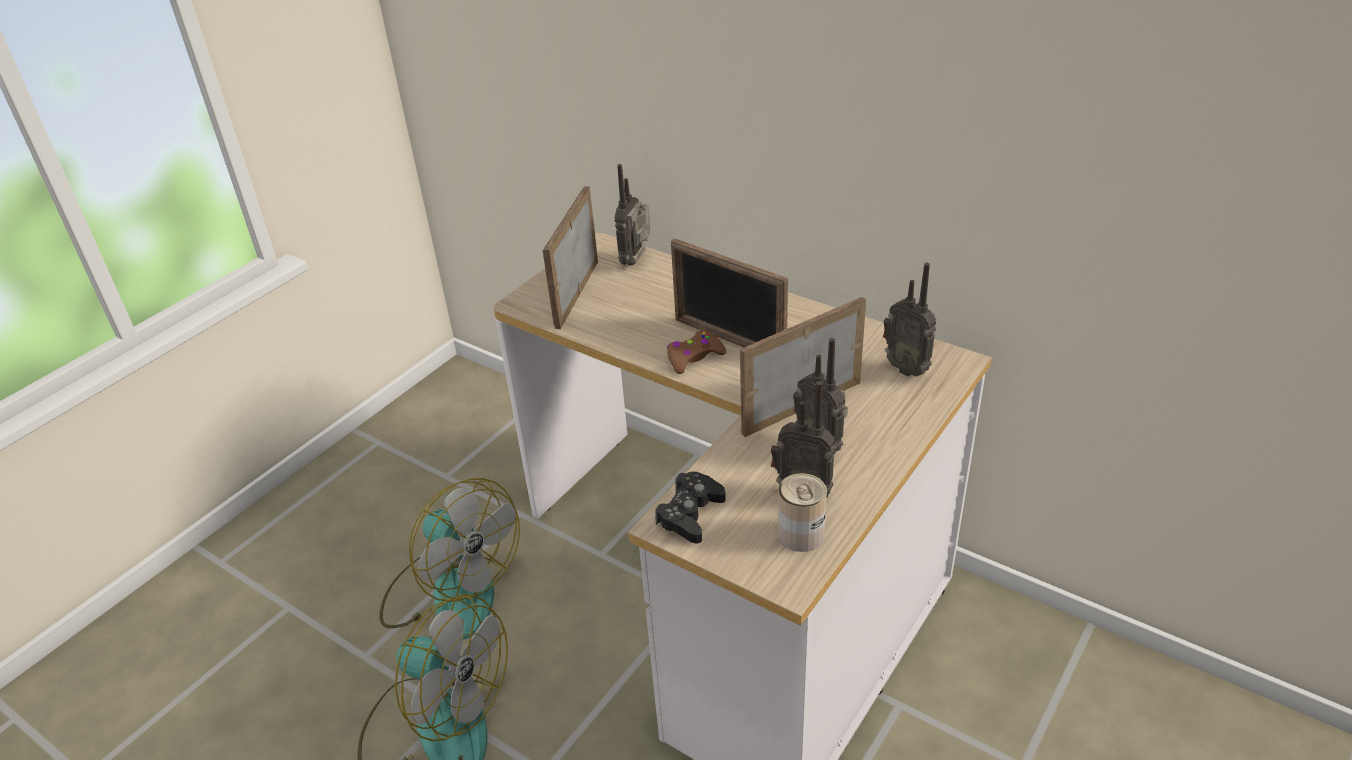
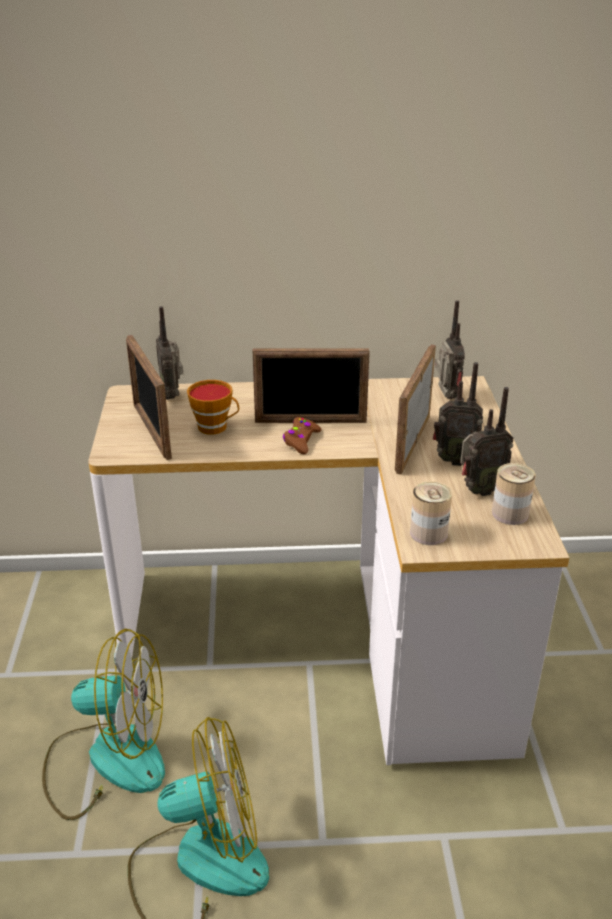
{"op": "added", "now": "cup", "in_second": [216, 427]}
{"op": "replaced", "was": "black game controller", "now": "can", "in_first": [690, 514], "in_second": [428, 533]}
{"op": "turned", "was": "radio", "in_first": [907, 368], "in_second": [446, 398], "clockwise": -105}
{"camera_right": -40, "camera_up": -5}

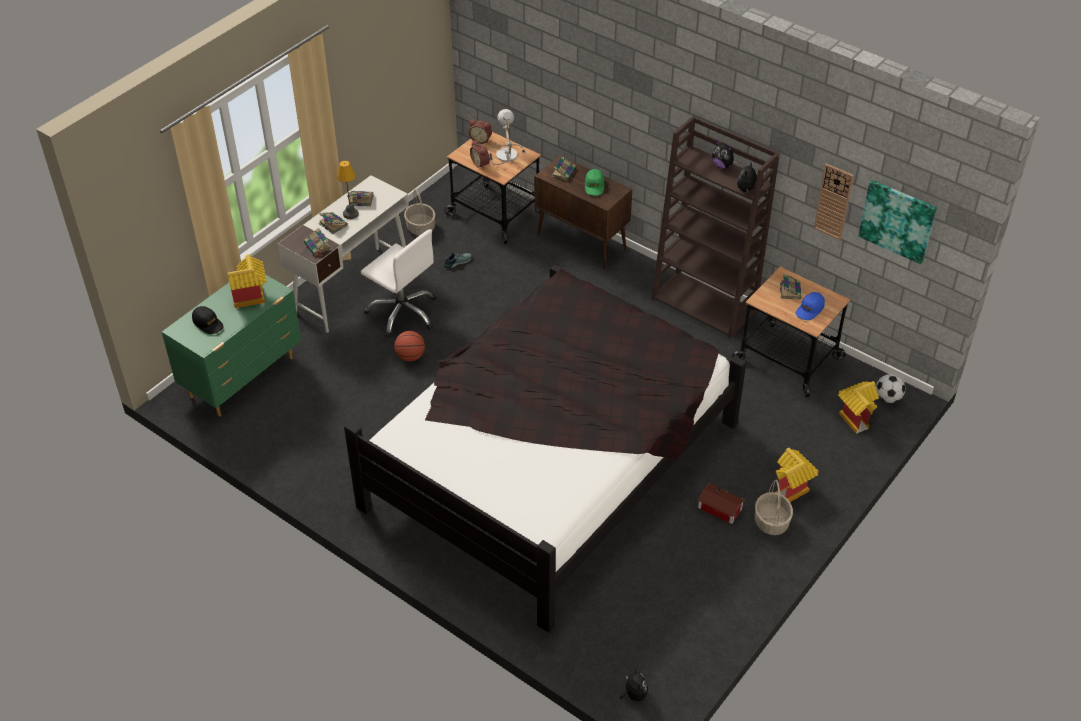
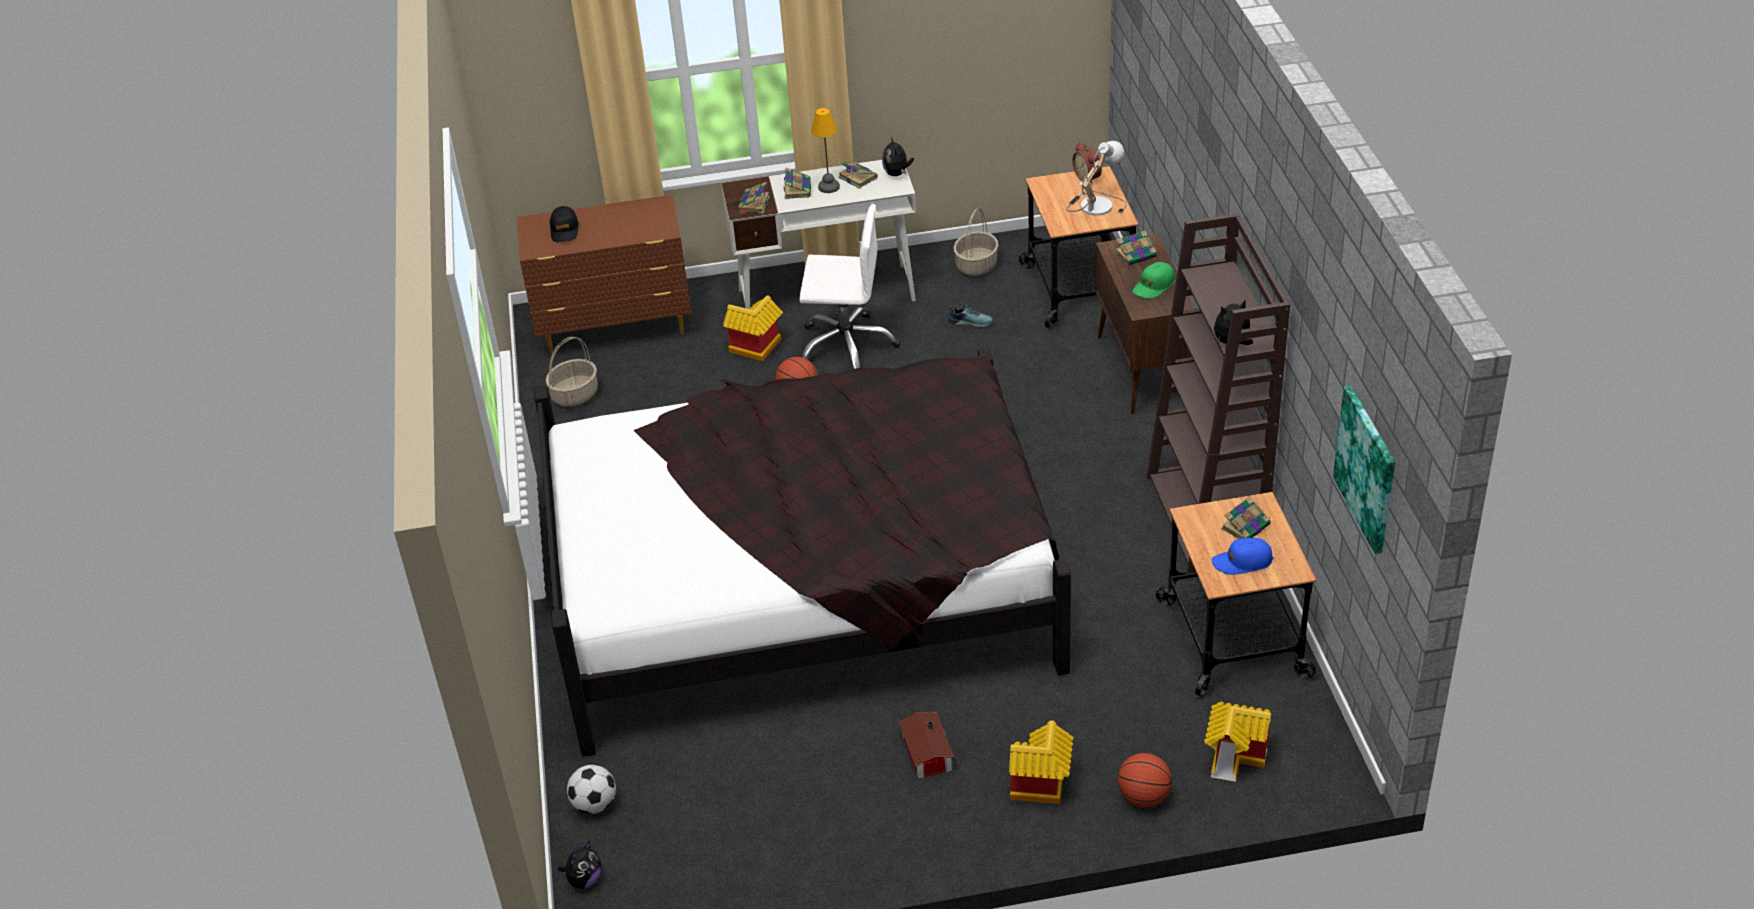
{"op": "recoloured", "was": "green dresser", "now": "brown dresser", "in_first": [243, 377], "in_second": [616, 328]}
{"op": "moved", "was": "basket", "in_first": [771, 521], "in_second": [575, 395]}
{"op": "moved", "was": "football", "in_first": [888, 398], "in_second": [594, 804]}
{"op": "moved", "was": "toy house", "in_first": [251, 298], "in_second": [755, 349]}
{"op": "turned", "was": "white office chair", "in_first": [403, 312], "in_second": [847, 345], "clockwise": -75}
{"op": "moved", "was": "plush toy", "in_first": [722, 165], "in_second": [897, 174]}
{"op": "added", "now": "basketball", "in_second": [1144, 797]}
{"op": "removed", "was": "alarm clock", "in_first": [481, 163]}
{"op": "removed", "was": "wall clock", "in_first": [833, 201]}
{"camera_right": 45, "camera_up": -5}

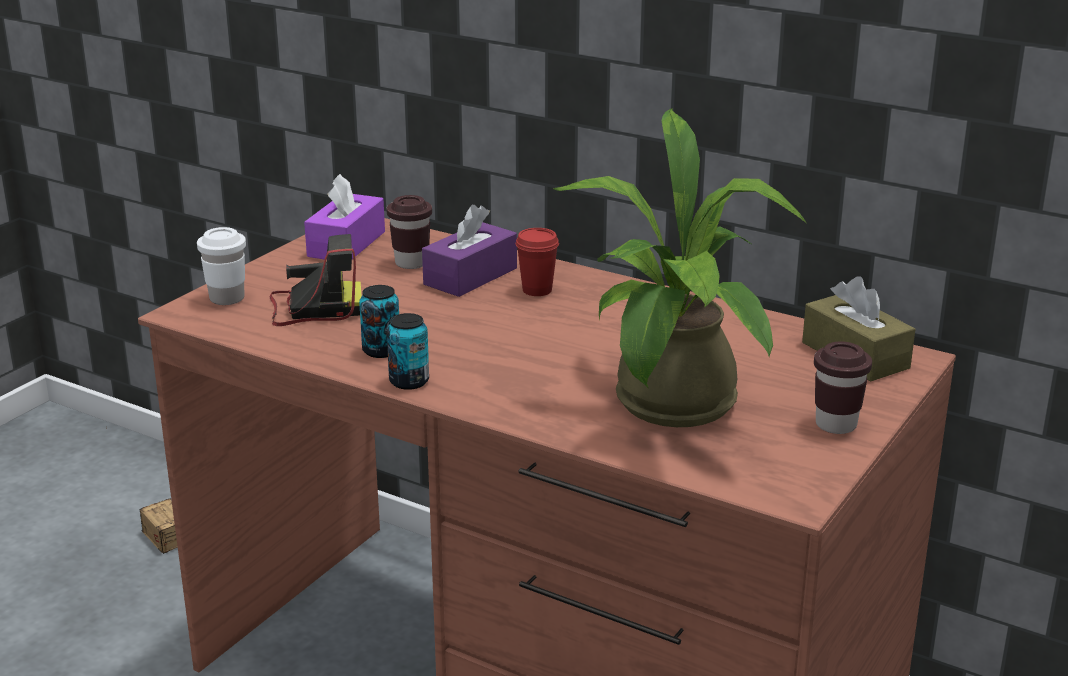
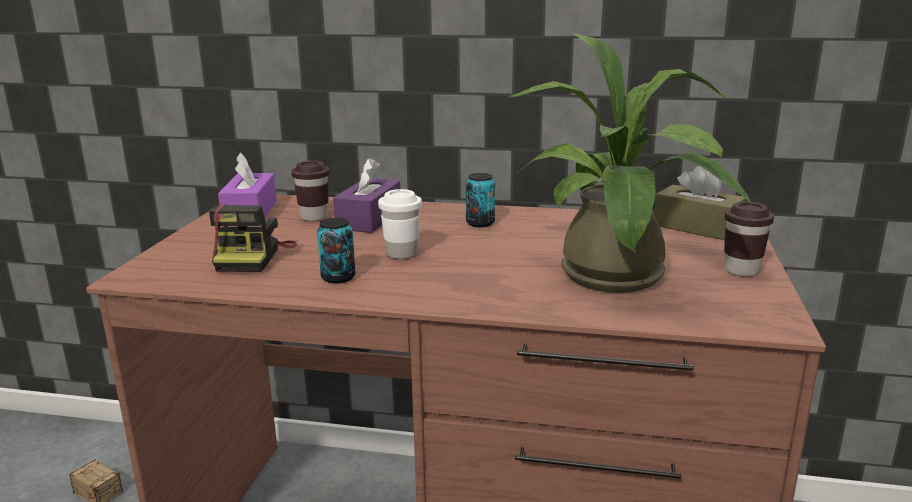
{"op": "turned", "was": "photo camera", "in_first": [313, 308], "in_second": [253, 257], "clockwise": 120}
{"op": "moved", "was": "white cup", "in_first": [227, 298], "in_second": [402, 254]}
{"op": "moved", "was": "can", "in_first": [409, 381], "in_second": [480, 223]}
{"op": "removed", "was": "red cup", "in_first": [537, 290]}
{"camera_right": -20, "camera_up": -5}

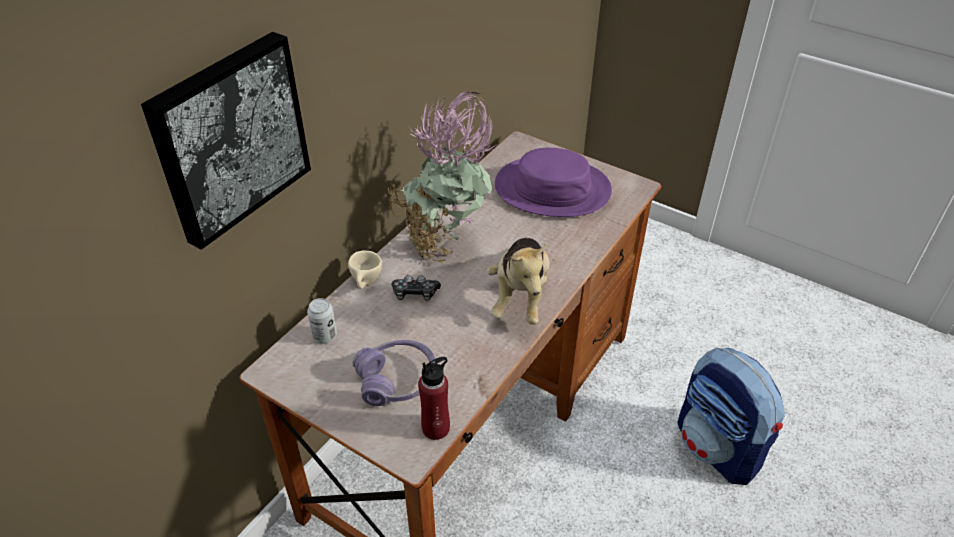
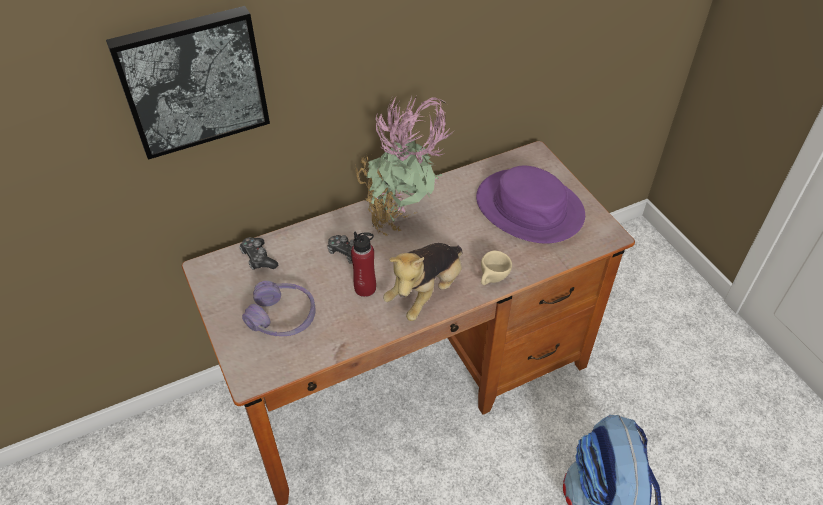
{"op": "replaced", "was": "can", "now": "game controller", "in_first": [325, 336], "in_second": [258, 258]}
{"op": "moved", "was": "red bottle", "in_first": [436, 428], "in_second": [365, 288]}
{"op": "moved", "was": "beige cup", "in_first": [366, 283], "in_second": [492, 280]}
{"camera_right": 30, "camera_up": 5}

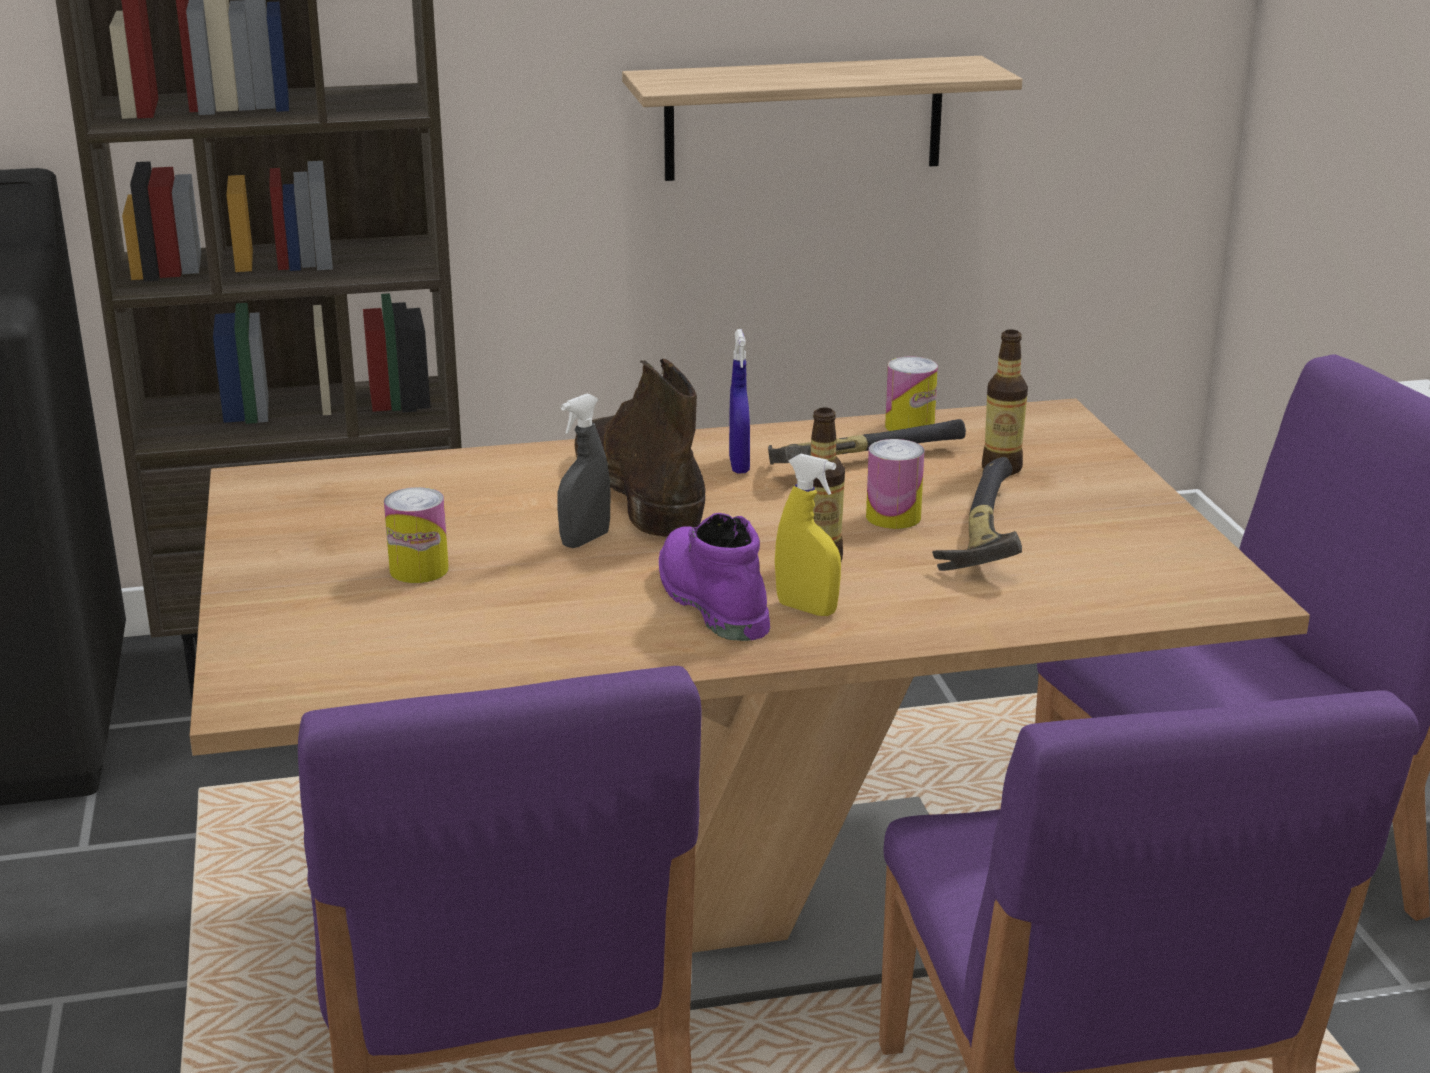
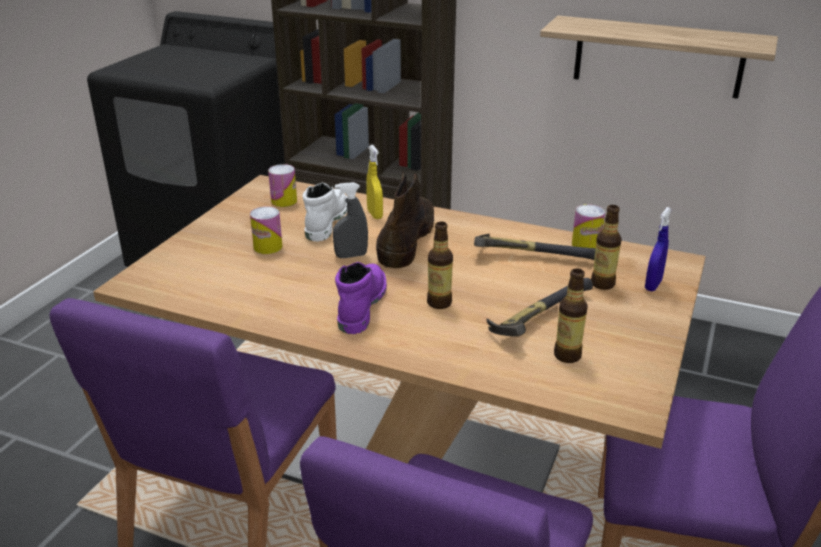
{"op": "moved", "was": "can", "in_first": [893, 517], "in_second": [284, 201]}
{"op": "added", "now": "white boot", "in_second": [325, 222]}
{"op": "moved", "was": "yellow spray bottle", "in_first": [806, 609], "in_second": [375, 214]}
{"op": "added", "now": "bottle", "in_second": [567, 355]}
{"op": "moved", "was": "blue spray bottle", "in_first": [739, 465], "in_second": [653, 285]}
{"camera_right": 35, "camera_up": 5}

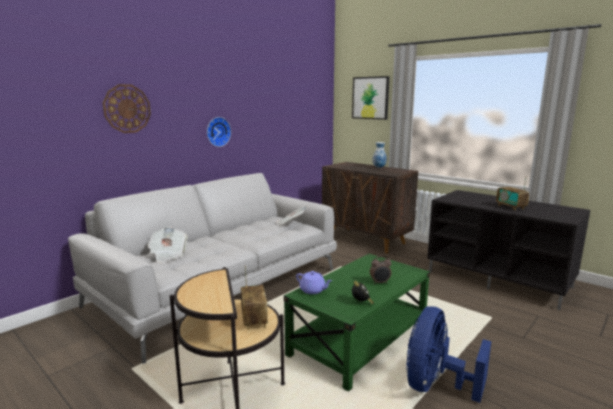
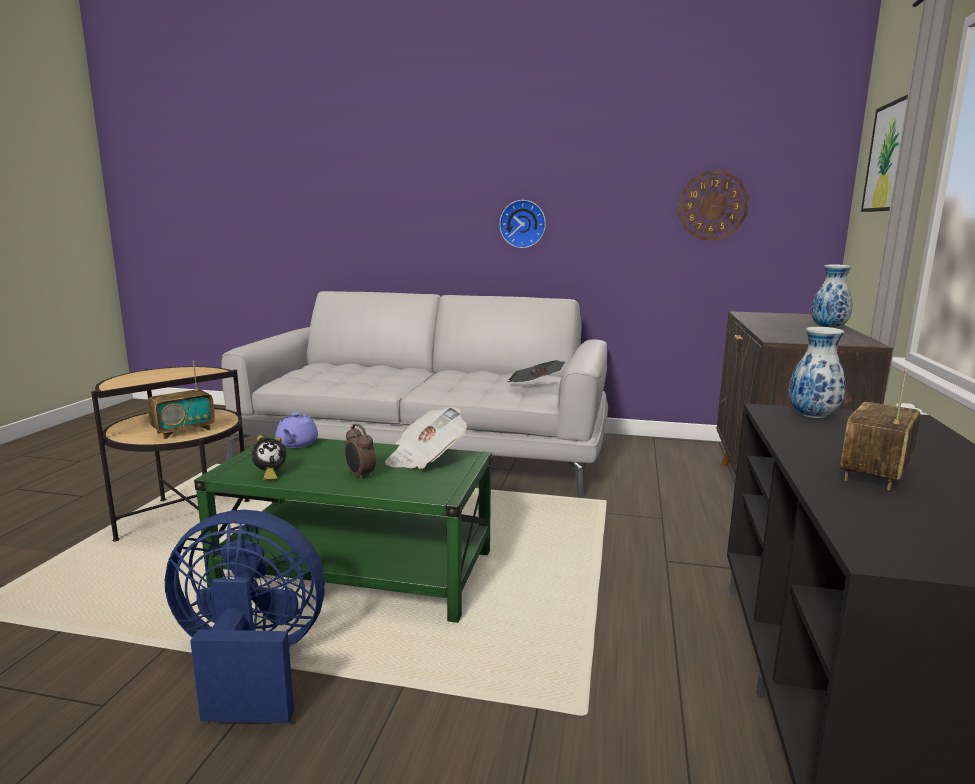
{"op": "moved", "was": "newspaper", "in_first": [168, 254], "in_second": [425, 459]}
{"op": "moved", "was": "wall clock", "in_first": [127, 108], "in_second": [712, 205]}
{"op": "added", "now": "vase", "in_second": [813, 416]}
{"camera_right": 60, "camera_up": 0}

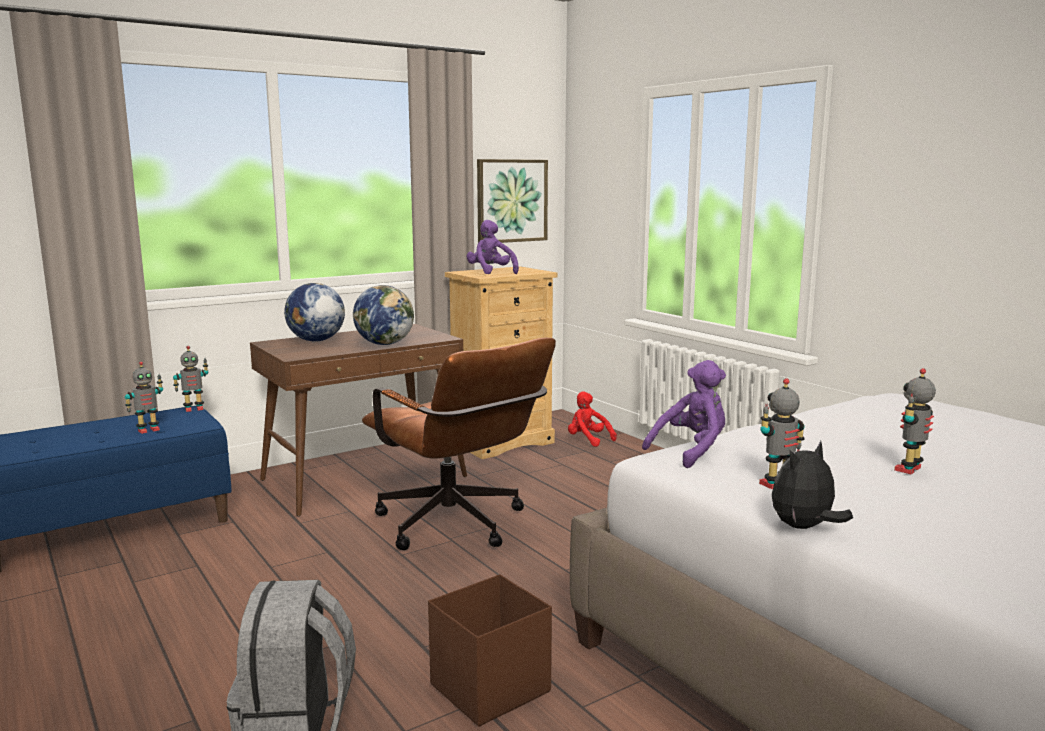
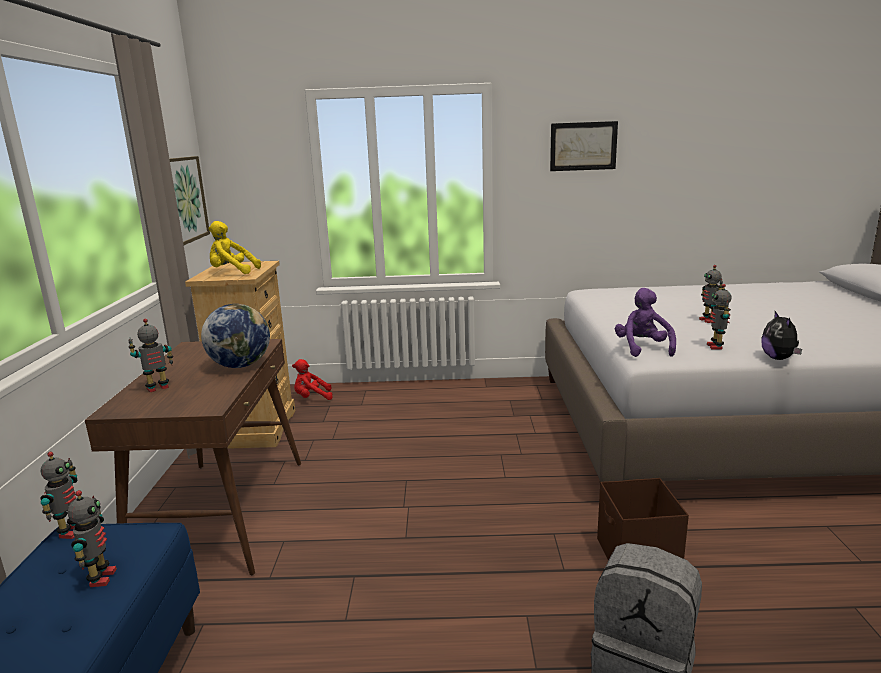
{"op": "replaced", "was": "globe", "now": "toy robot", "in_first": [315, 341], "in_second": [158, 388]}
{"op": "recoloured", "was": "purple plush toy", "now": "yellow plush toy", "in_first": [491, 272], "in_second": [232, 272]}
{"op": "added", "now": "picture", "in_second": [583, 146]}
{"op": "removed", "was": "brown office chair", "in_first": [458, 527]}
{"camera_right": -55, "camera_up": 5}

